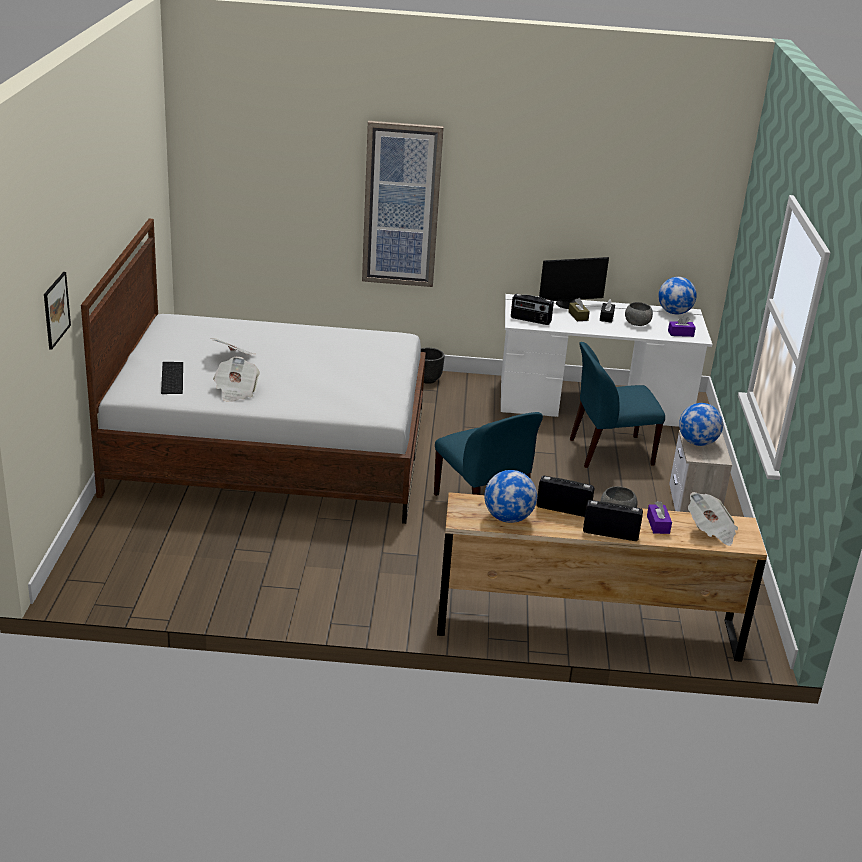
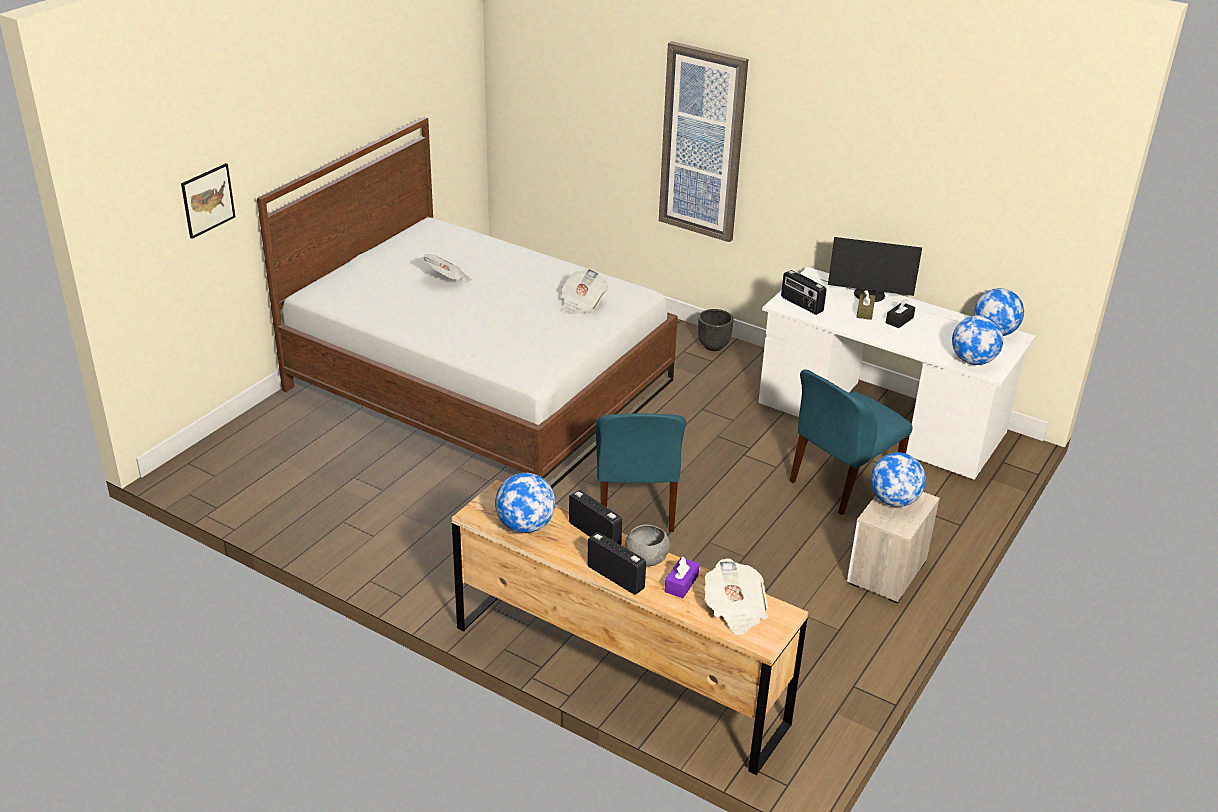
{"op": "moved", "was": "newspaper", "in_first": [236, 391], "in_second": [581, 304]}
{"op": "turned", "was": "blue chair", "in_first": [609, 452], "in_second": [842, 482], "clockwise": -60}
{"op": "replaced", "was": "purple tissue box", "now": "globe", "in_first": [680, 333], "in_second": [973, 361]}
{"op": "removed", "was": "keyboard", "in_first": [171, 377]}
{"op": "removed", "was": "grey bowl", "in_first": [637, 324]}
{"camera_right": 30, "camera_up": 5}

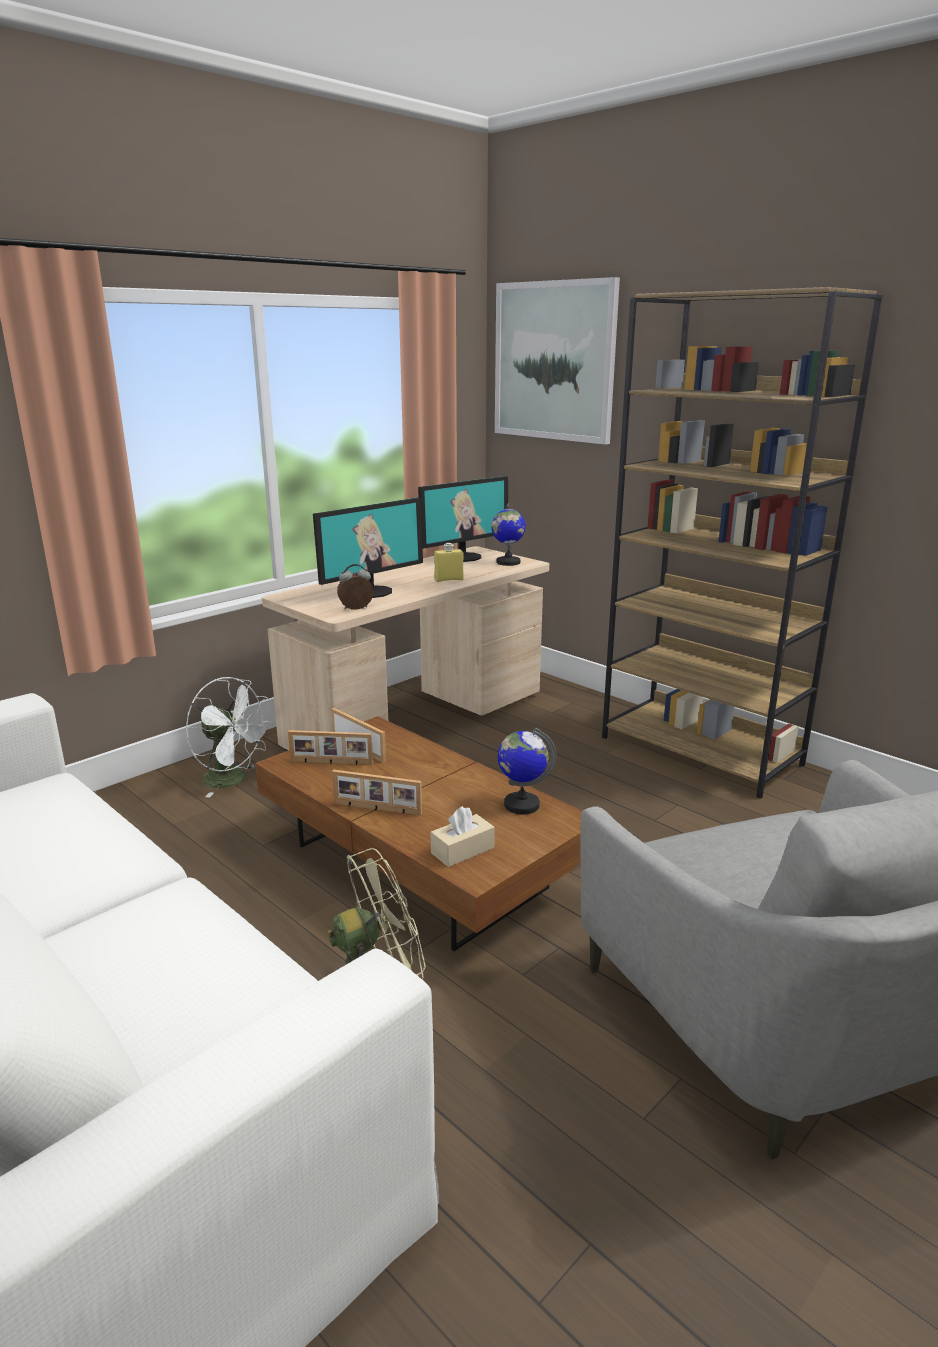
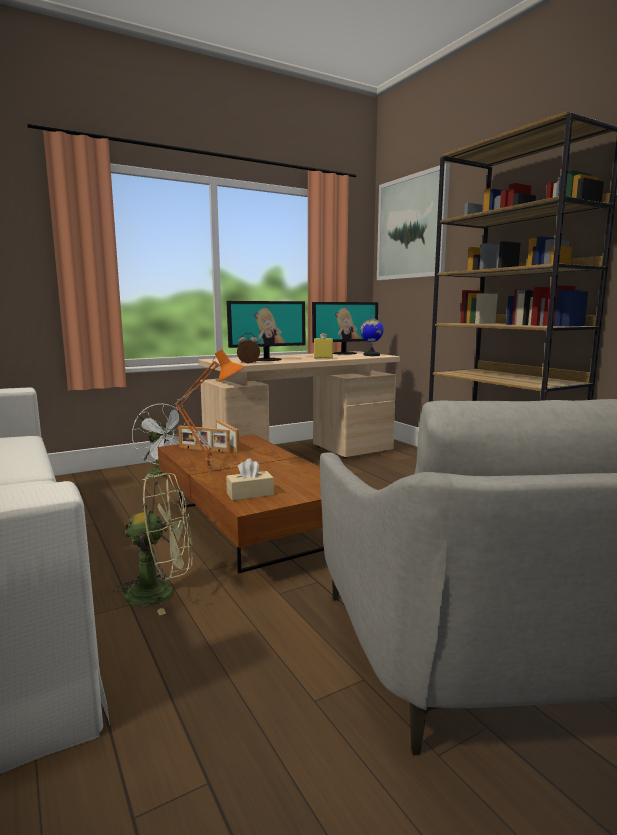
{"op": "replaced", "was": "picture frame", "now": "orange table lamp", "in_first": [377, 809], "in_second": [211, 471]}
{"op": "removed", "was": "globe", "in_first": [521, 805]}
{"camera_right": 15, "camera_up": -10}

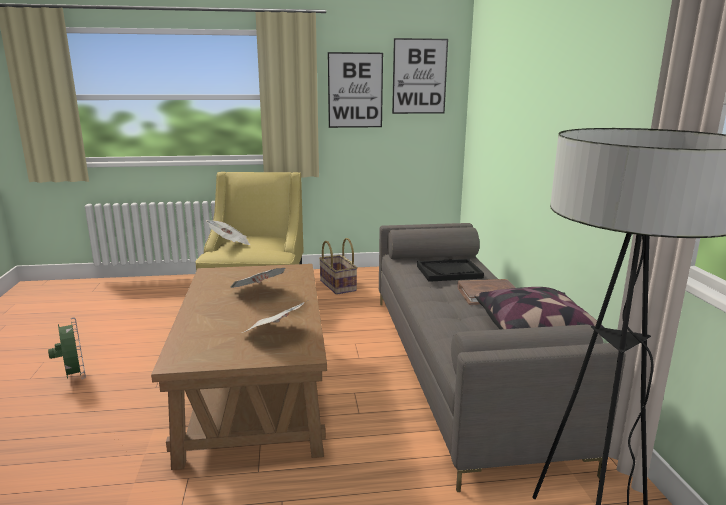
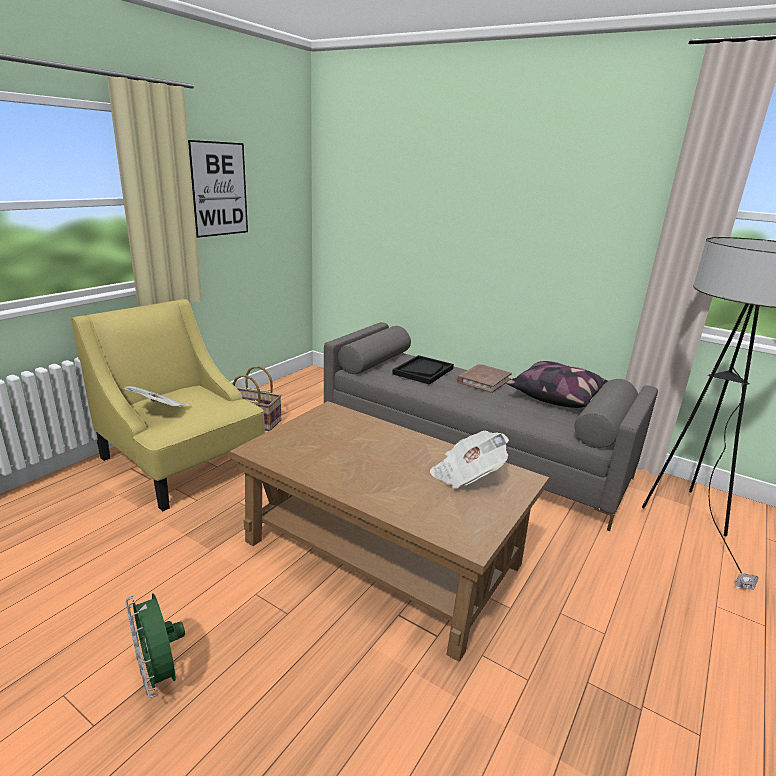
{"op": "turned", "was": "green fan", "in_first": [74, 377], "in_second": [159, 675], "clockwise": -135}
{"op": "removed", "was": "newspaper", "in_first": [258, 292]}
{"op": "removed", "was": "picture", "in_first": [419, 76]}
{"camera_right": -50, "camera_up": 5}

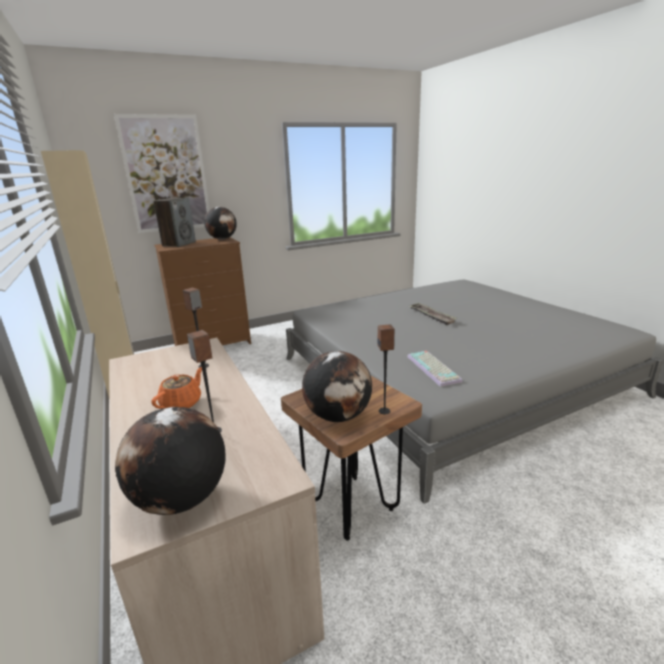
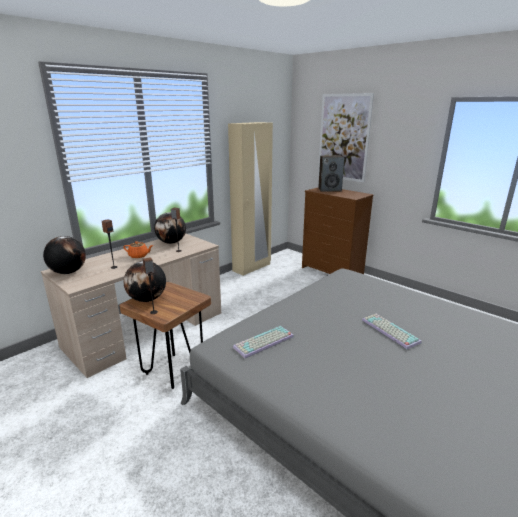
{"op": "moved", "was": "globe", "in_first": [222, 239], "in_second": [171, 242]}
{"op": "replaced", "was": "tray", "now": "keyboard", "in_first": [431, 316], "in_second": [388, 331]}
{"camera_right": 70, "camera_up": 0}

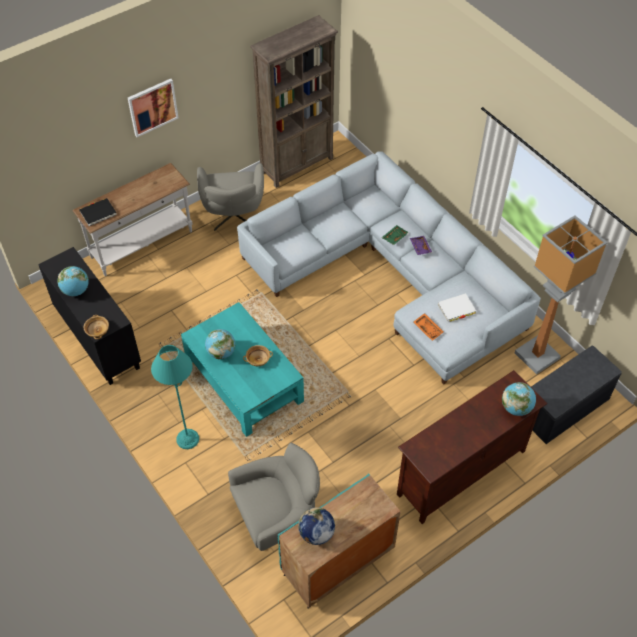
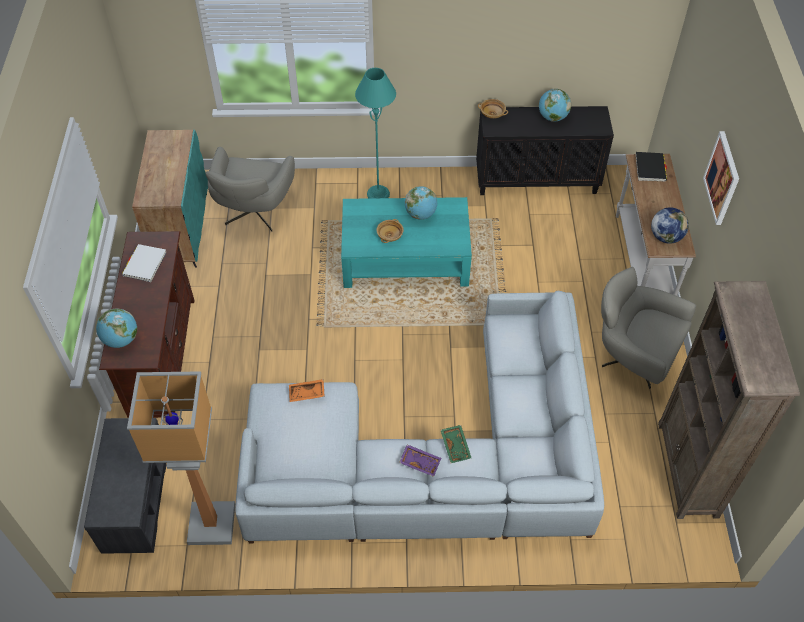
{"op": "moved", "was": "white book", "in_first": [456, 309], "in_second": [145, 264]}
{"op": "moved", "was": "globe", "in_first": [316, 533], "in_second": [666, 237]}
{"camera_right": 125, "camera_up": 0}

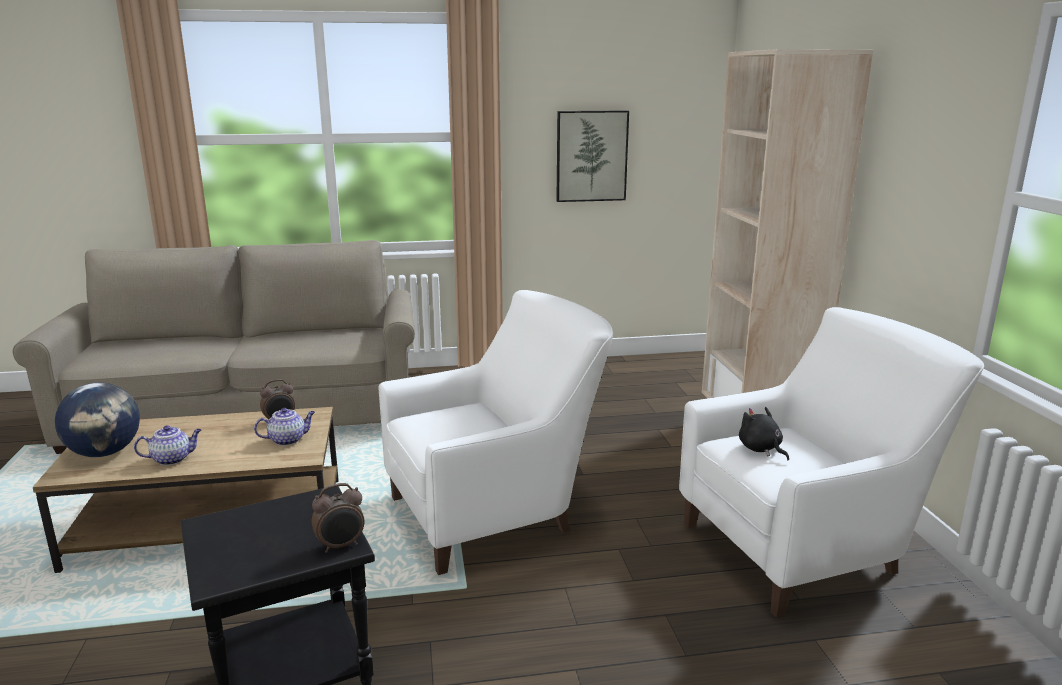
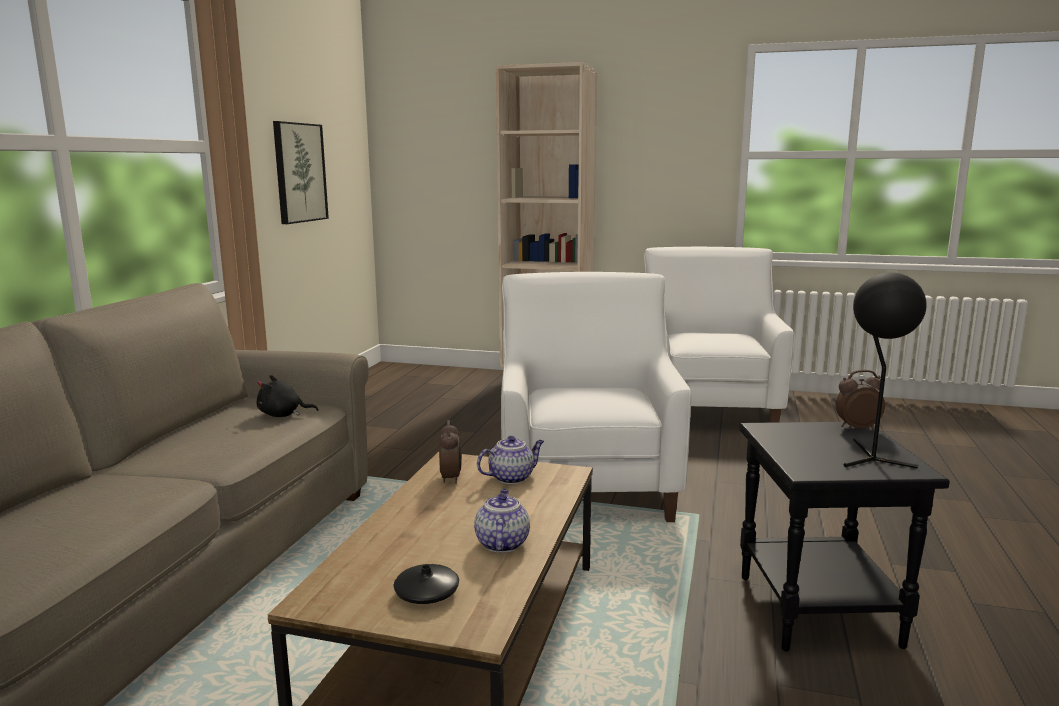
{"op": "moved", "was": "black plush toy", "in_first": [761, 449], "in_second": [283, 415]}
{"op": "replaced", "was": "globe", "now": "black vase", "in_first": [105, 453], "in_second": [426, 593]}
{"op": "turned", "was": "teapot", "in_first": [288, 440], "in_second": [512, 477], "clockwise": 60}
{"op": "turned", "was": "alarm clock", "in_first": [341, 546], "in_second": [856, 428], "clockwise": -90}
{"op": "added", "now": "black table lamp", "in_second": [870, 457]}
{"camera_right": -65, "camera_up": -5}

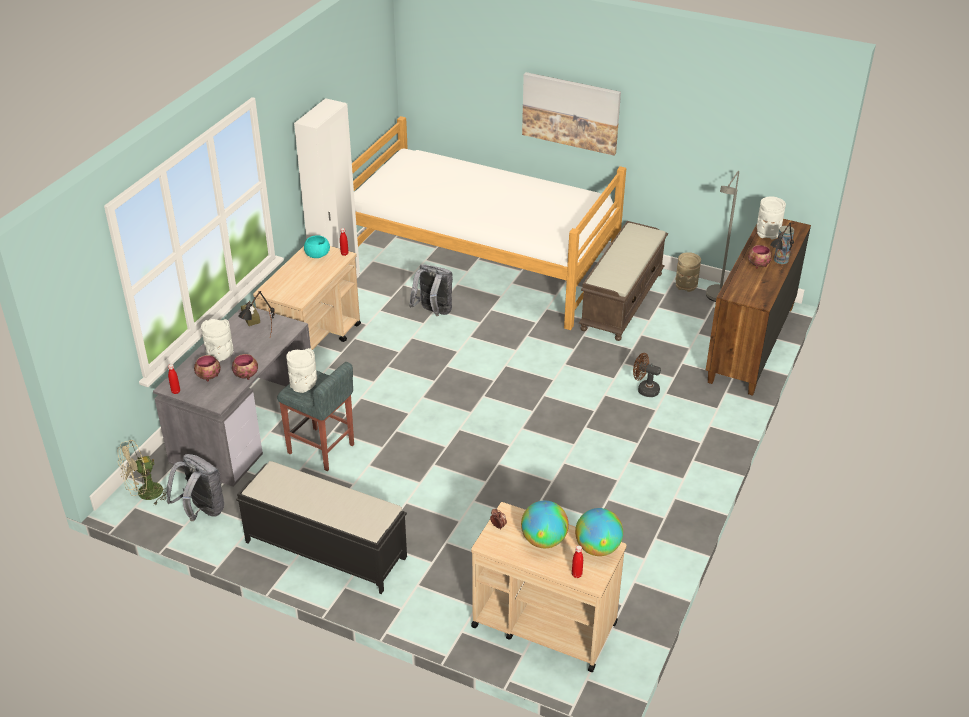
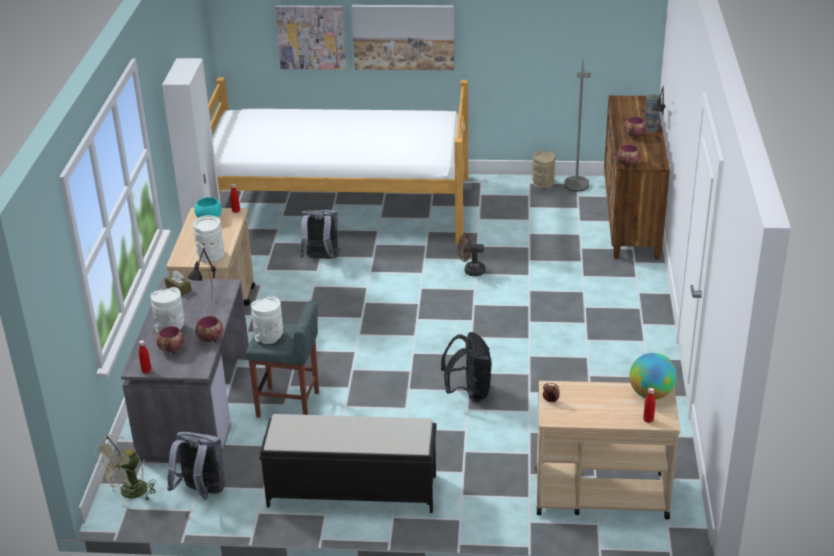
{"op": "moved", "was": "white vase", "in_first": [768, 232], "in_second": [211, 255]}
{"op": "added", "now": "picture", "in_second": [311, 37]}
{"op": "added", "now": "black backpack", "in_second": [469, 393]}
{"op": "moved", "was": "brown fan", "in_first": [644, 389], "in_second": [470, 271]}
{"op": "added", "now": "bowl", "in_second": [628, 164]}
{"op": "removed", "was": "globe", "in_first": [544, 540]}
{"op": "removed", "was": "brown bench", "in_first": [621, 300]}
{"camera_right": -20, "camera_up": -5}

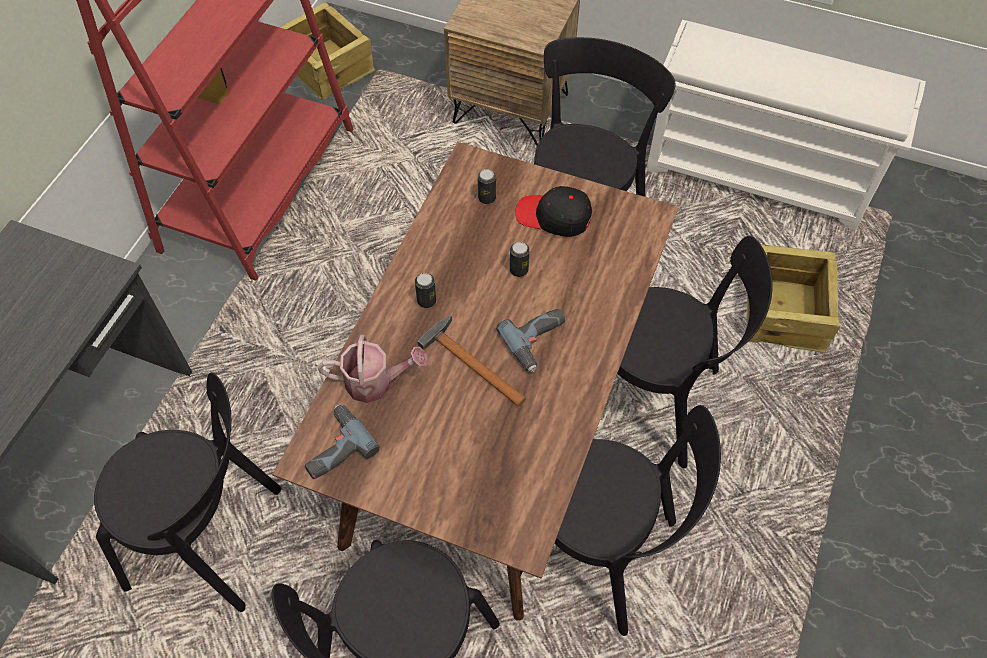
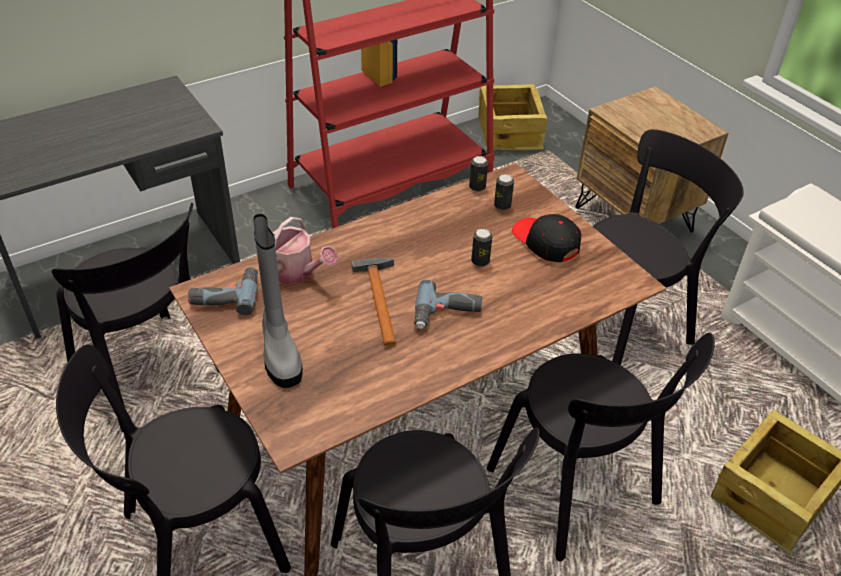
{"op": "added", "now": "grey boot", "in_second": [280, 351]}
{"op": "moved", "was": "can", "in_first": [426, 301], "in_second": [477, 187]}
{"camera_right": 35, "camera_up": -15}

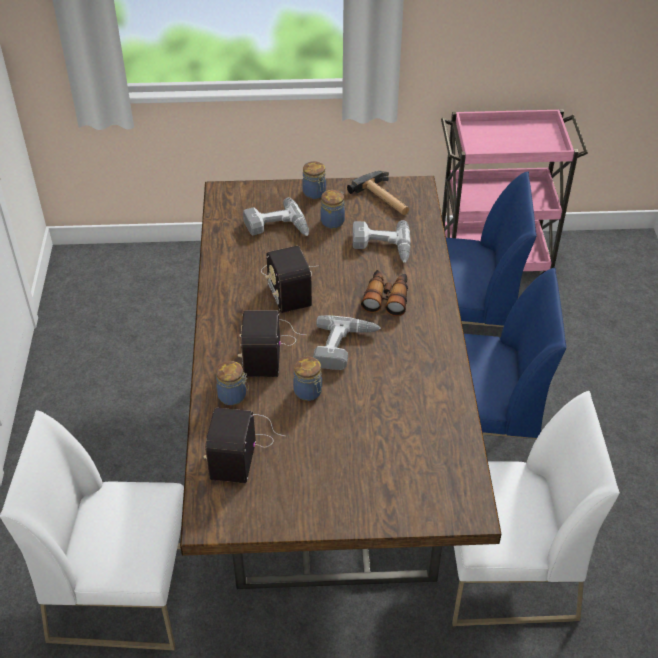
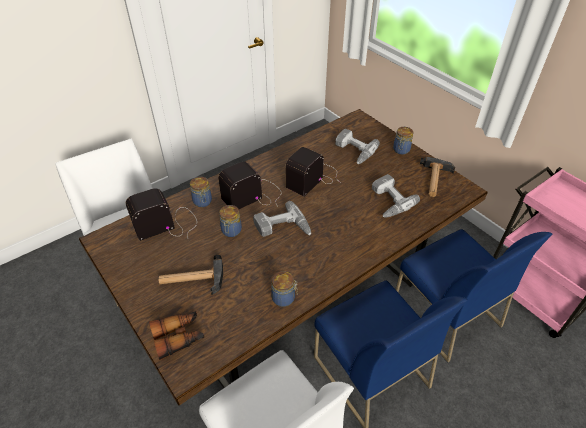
{"op": "moved", "was": "binoculars", "in_first": [386, 297], "in_second": [179, 337]}
{"op": "added", "now": "hammer", "in_second": [192, 280]}
{"op": "moved", "was": "jar", "in_first": [333, 221], "in_second": [284, 298]}
{"camera_right": 55, "camera_up": 0}

